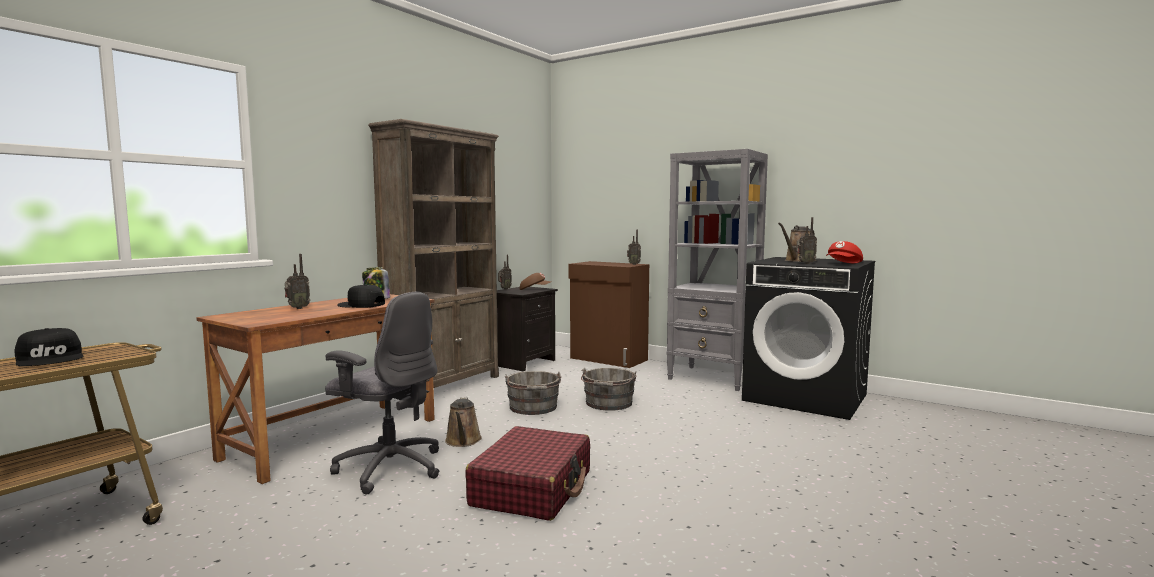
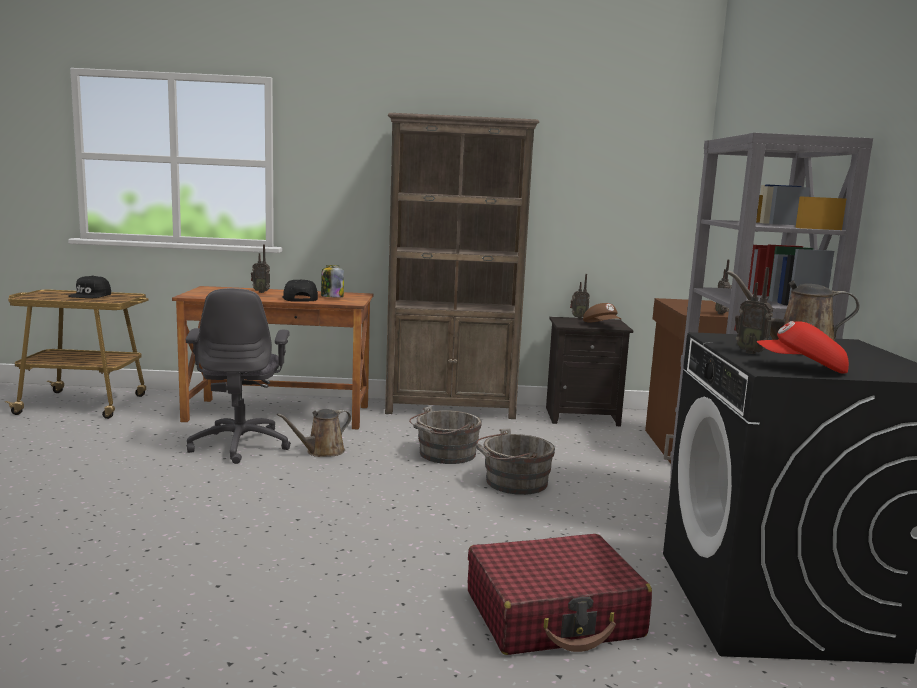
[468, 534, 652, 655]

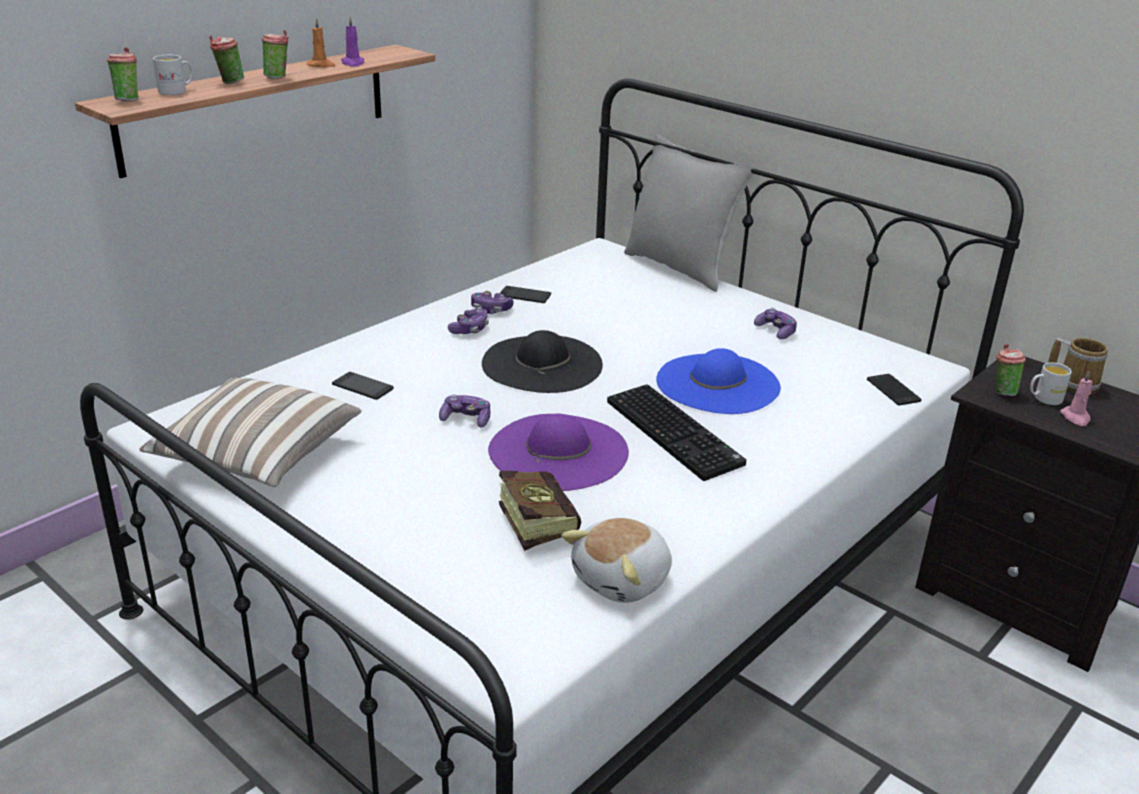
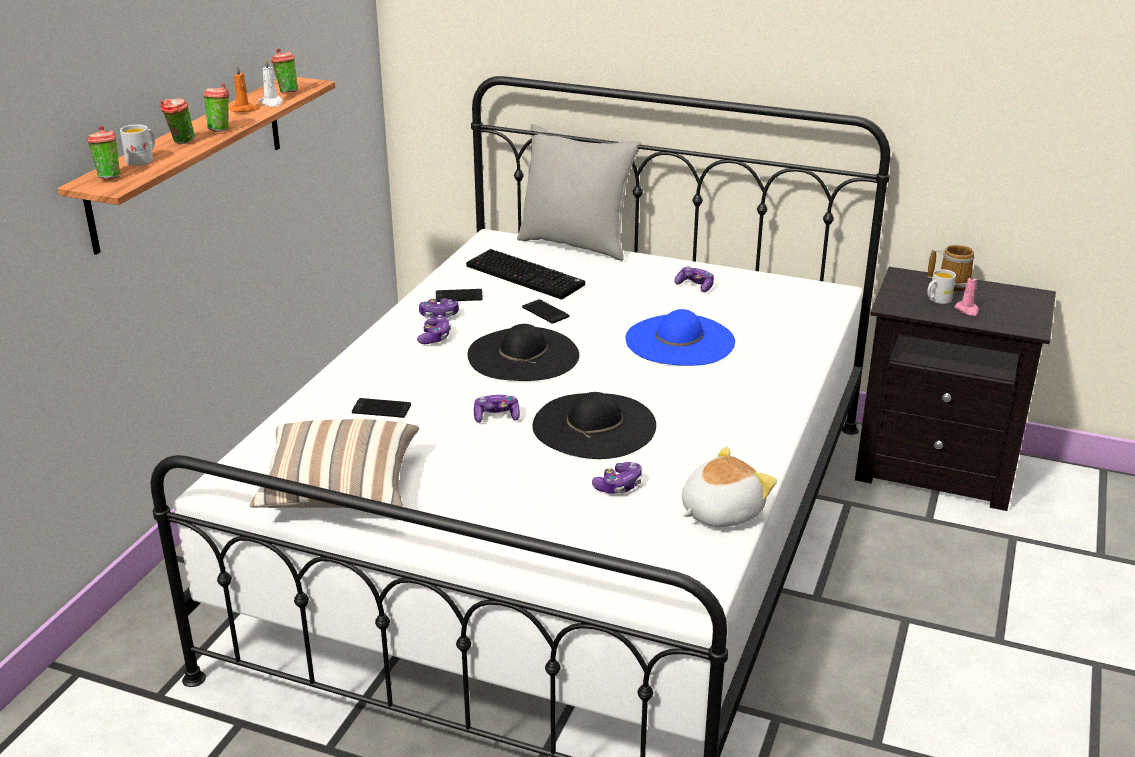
[258, 59, 283, 107]
[271, 48, 298, 93]
[466, 249, 585, 300]
[522, 299, 569, 324]
[532, 392, 656, 459]
[592, 462, 642, 494]
[682, 447, 777, 527]

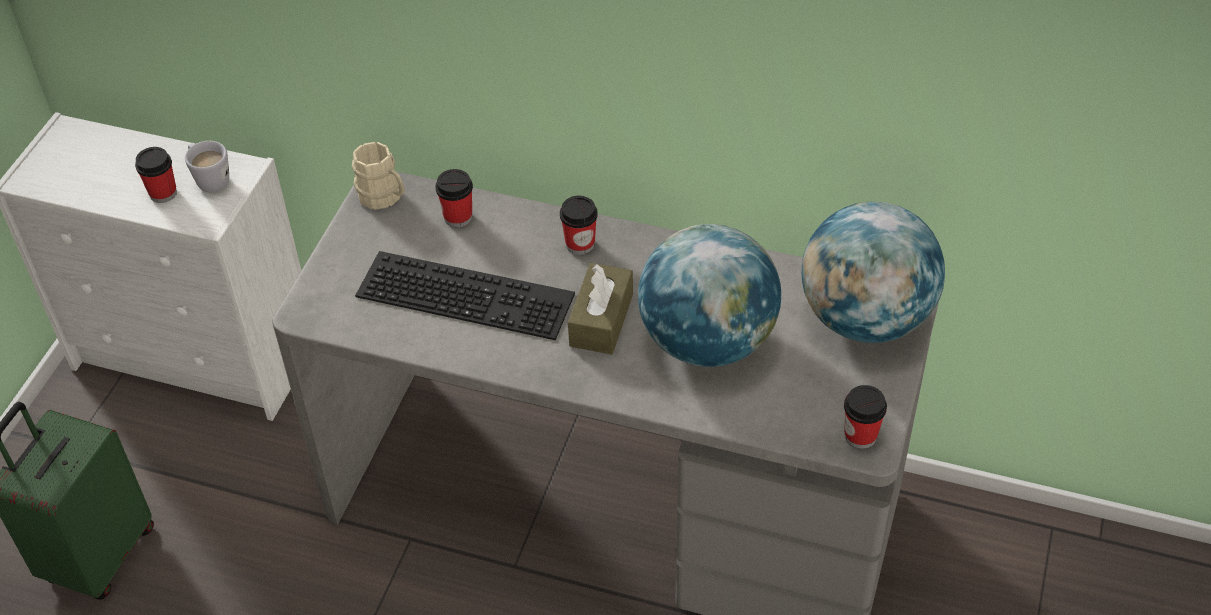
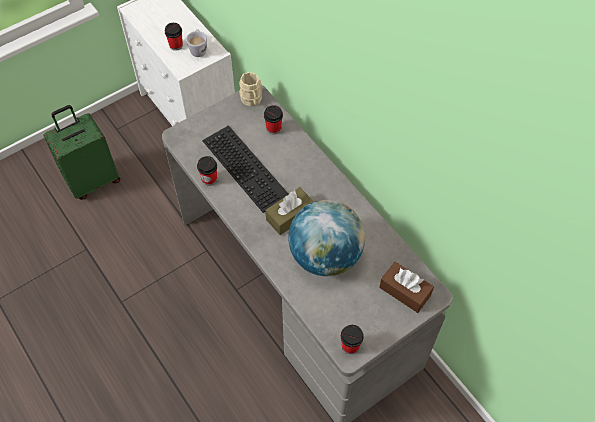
[197, 156, 217, 186]
[380, 262, 434, 313]

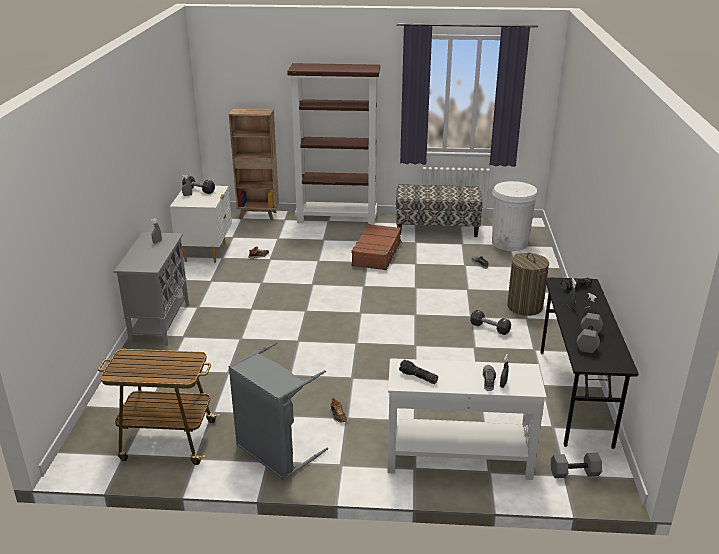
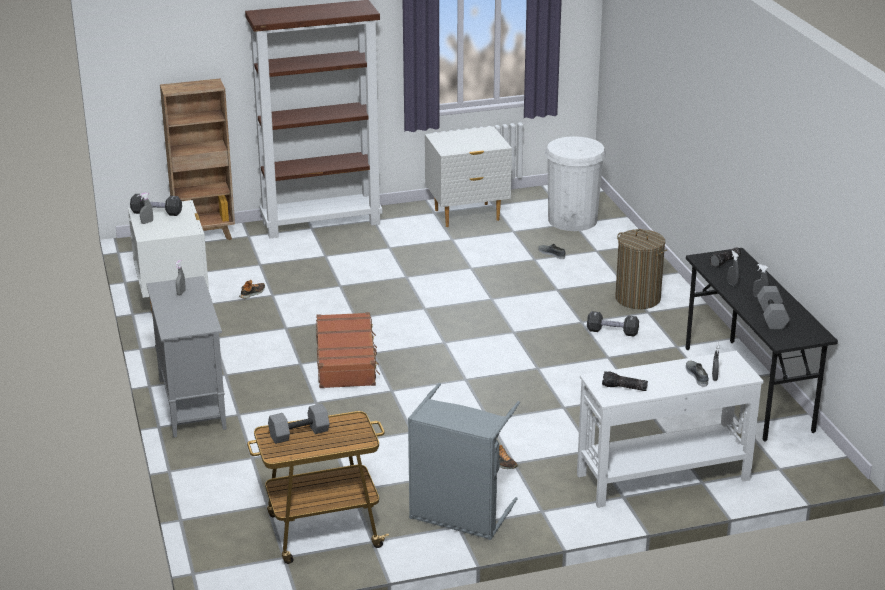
[268, 403, 330, 444]
[316, 312, 380, 388]
[425, 126, 512, 227]

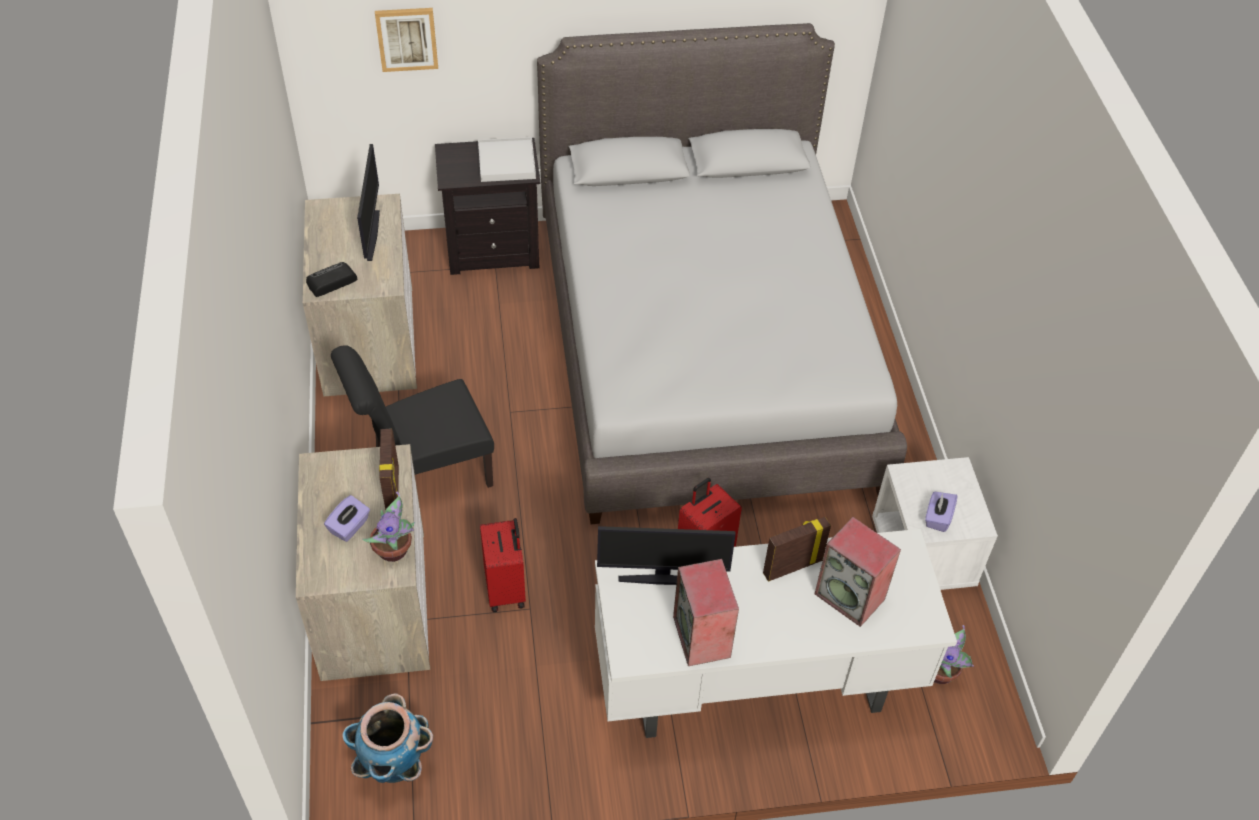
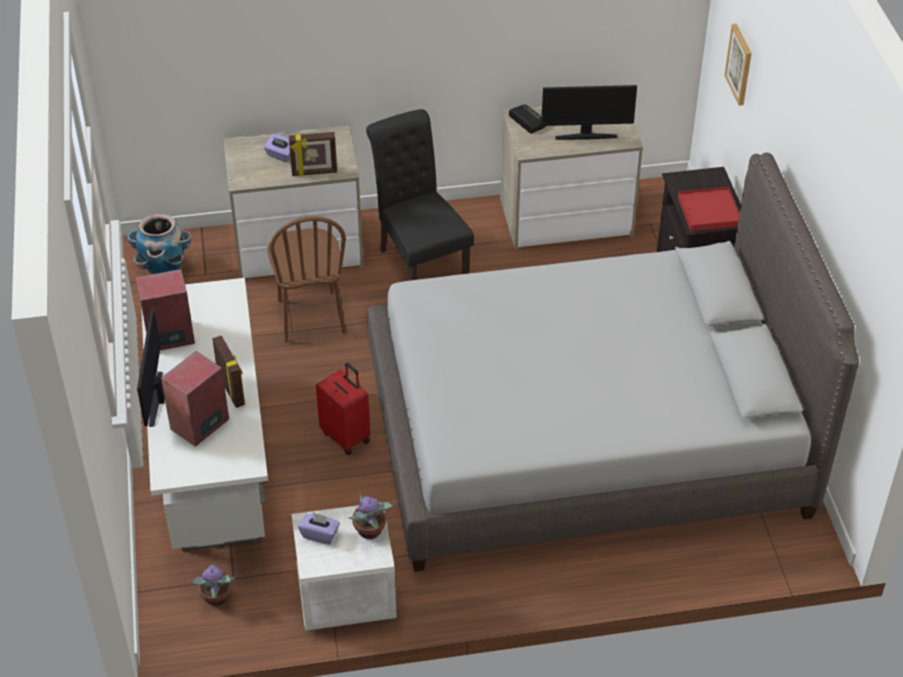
[137, 309, 165, 427]
[267, 216, 346, 343]
[348, 494, 395, 539]
[678, 187, 740, 231]

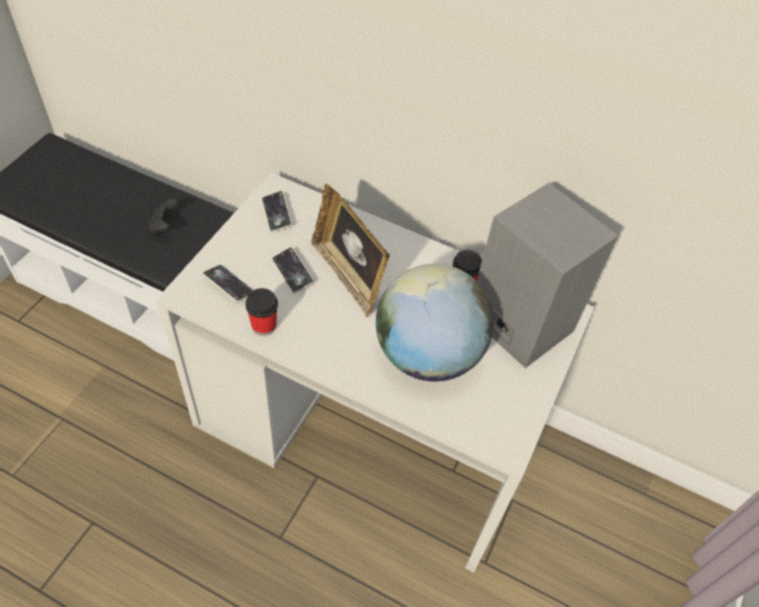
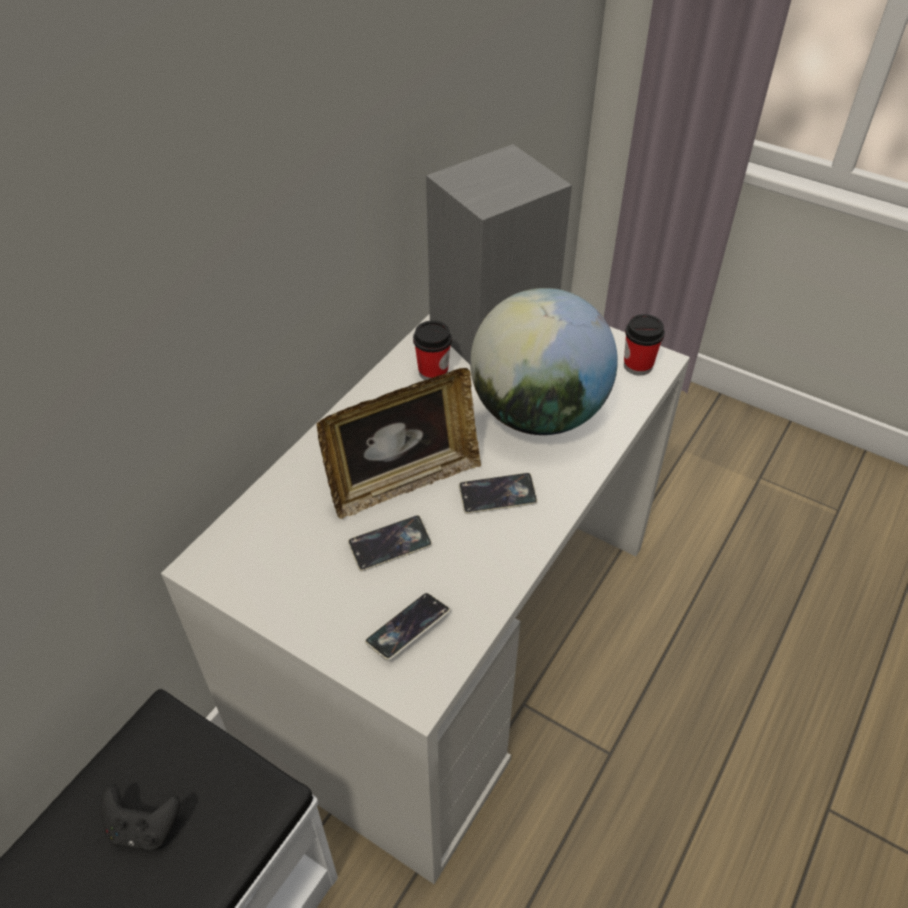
[459, 472, 538, 514]
[624, 314, 665, 376]

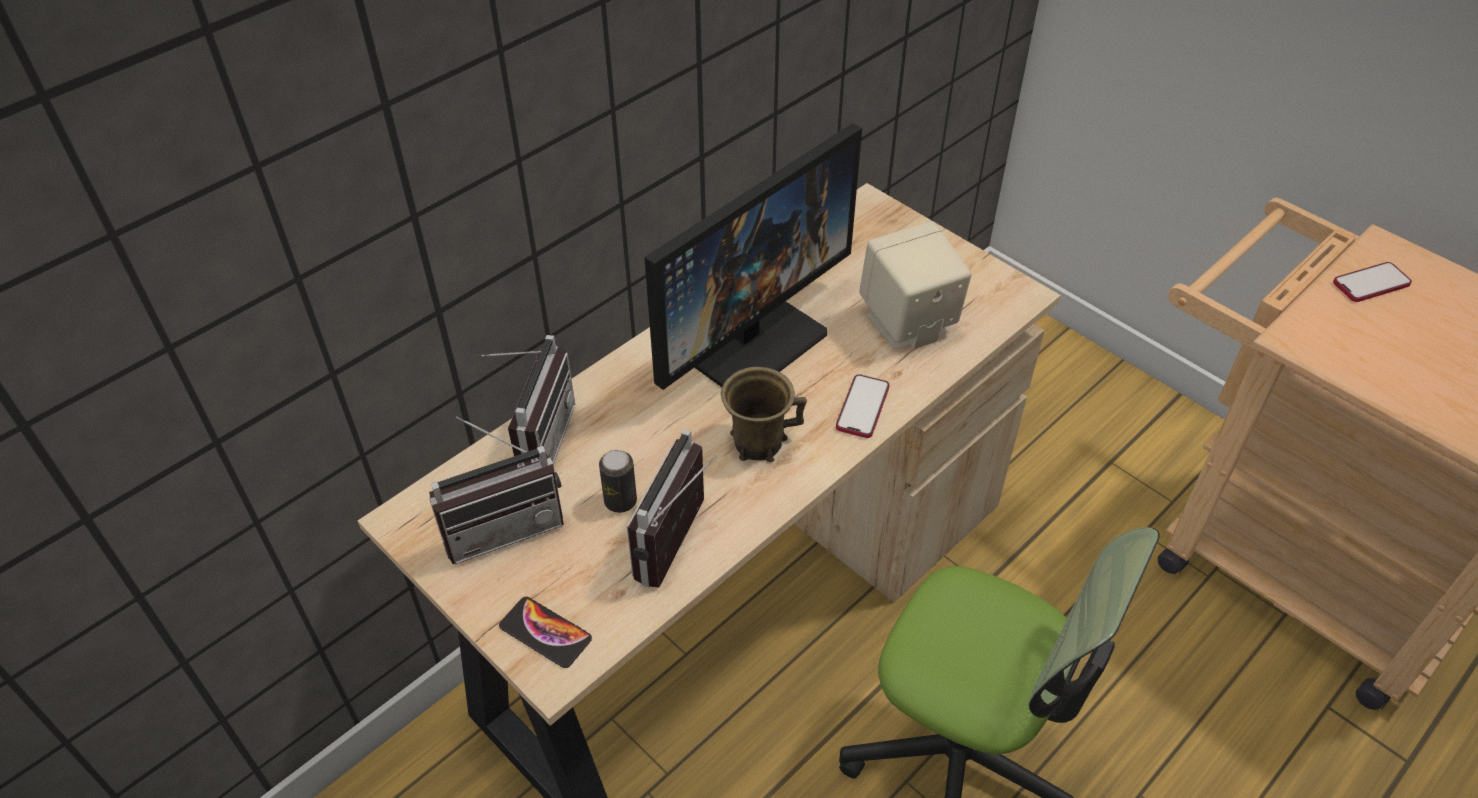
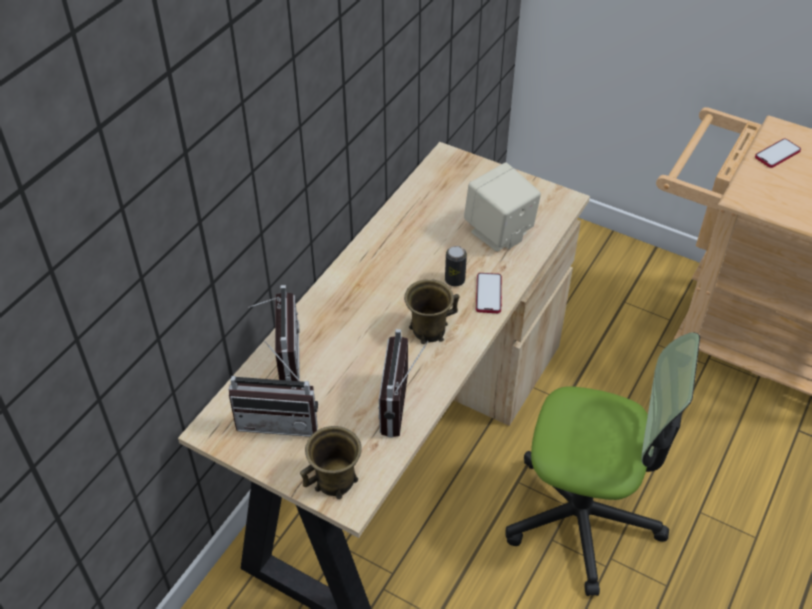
[229, 341, 318, 437]
[300, 426, 362, 499]
[445, 246, 467, 287]
[644, 123, 862, 390] (first image)

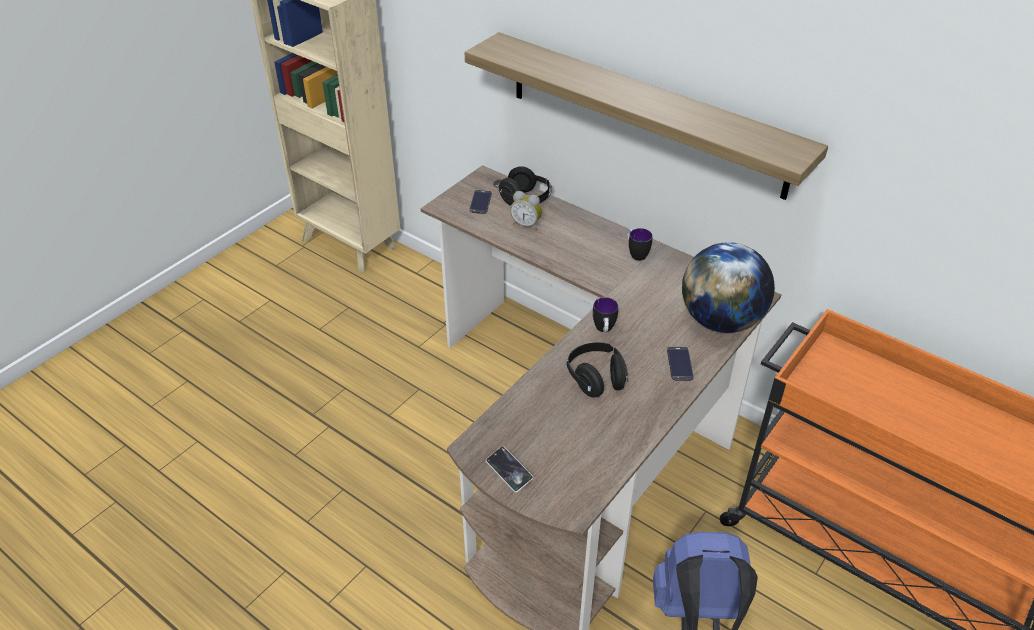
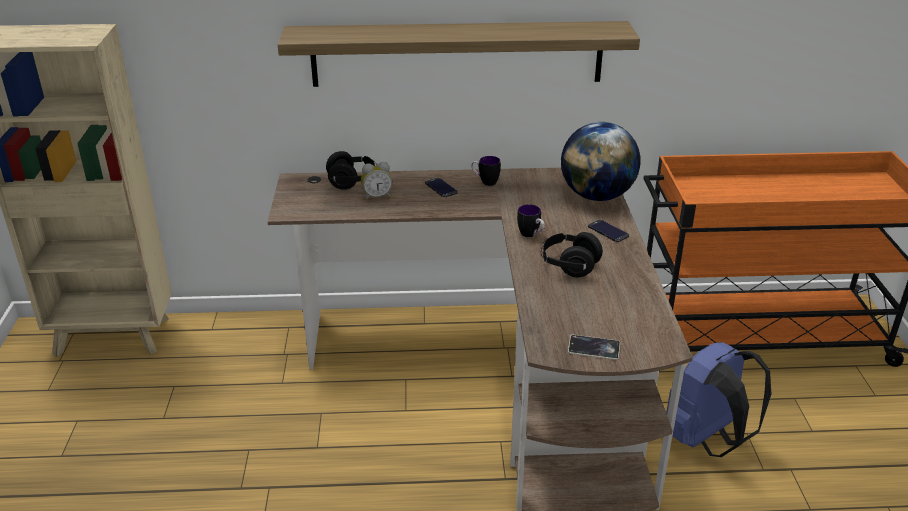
[425, 177, 458, 197]

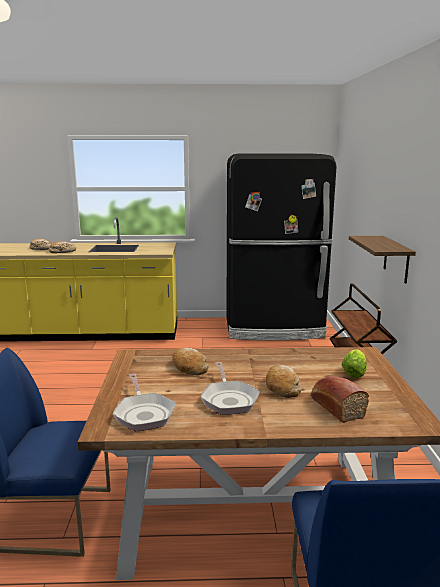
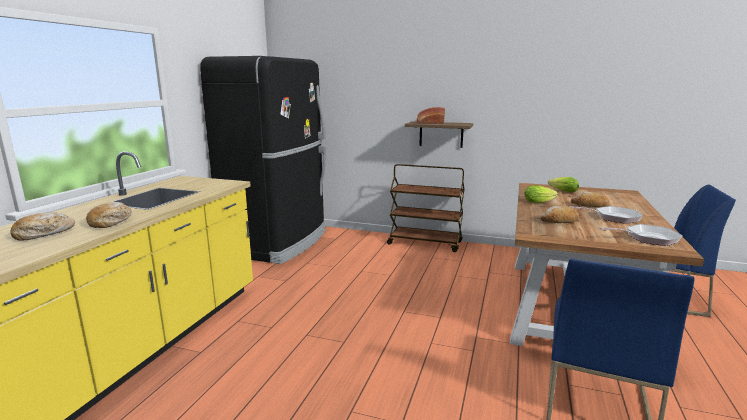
[417, 107, 445, 124]
[524, 185, 558, 203]

